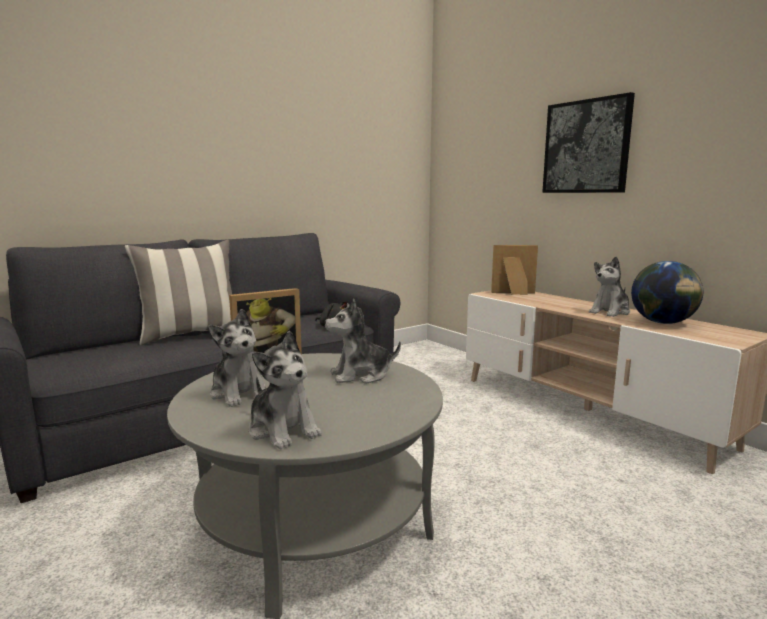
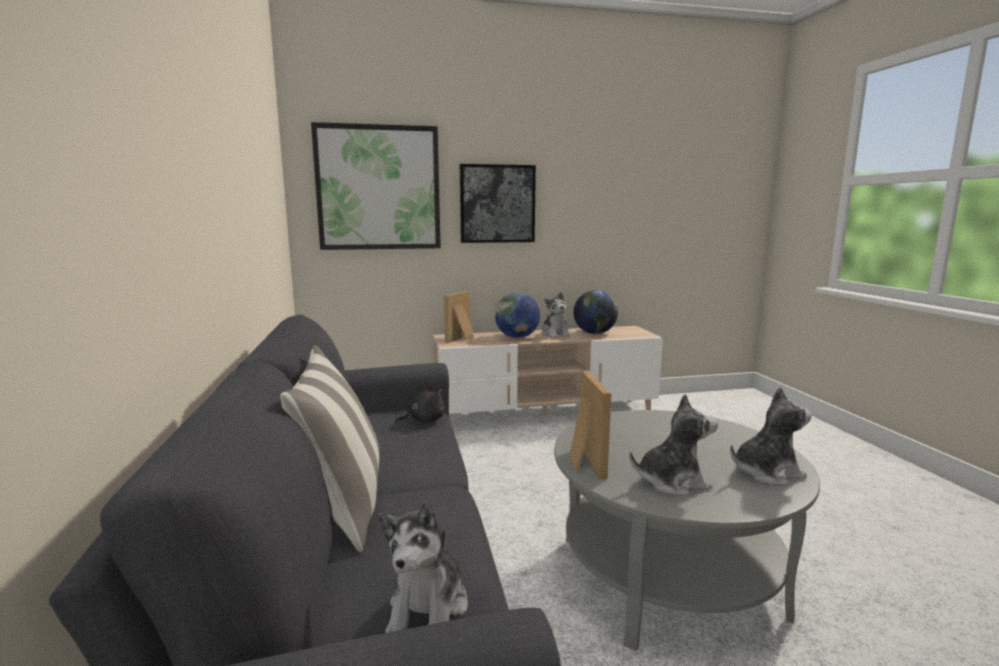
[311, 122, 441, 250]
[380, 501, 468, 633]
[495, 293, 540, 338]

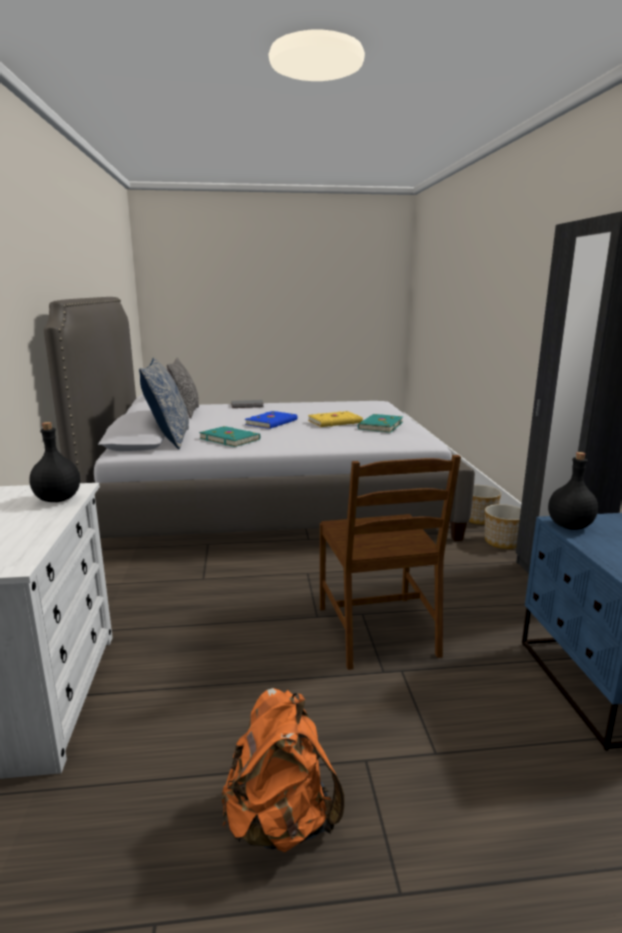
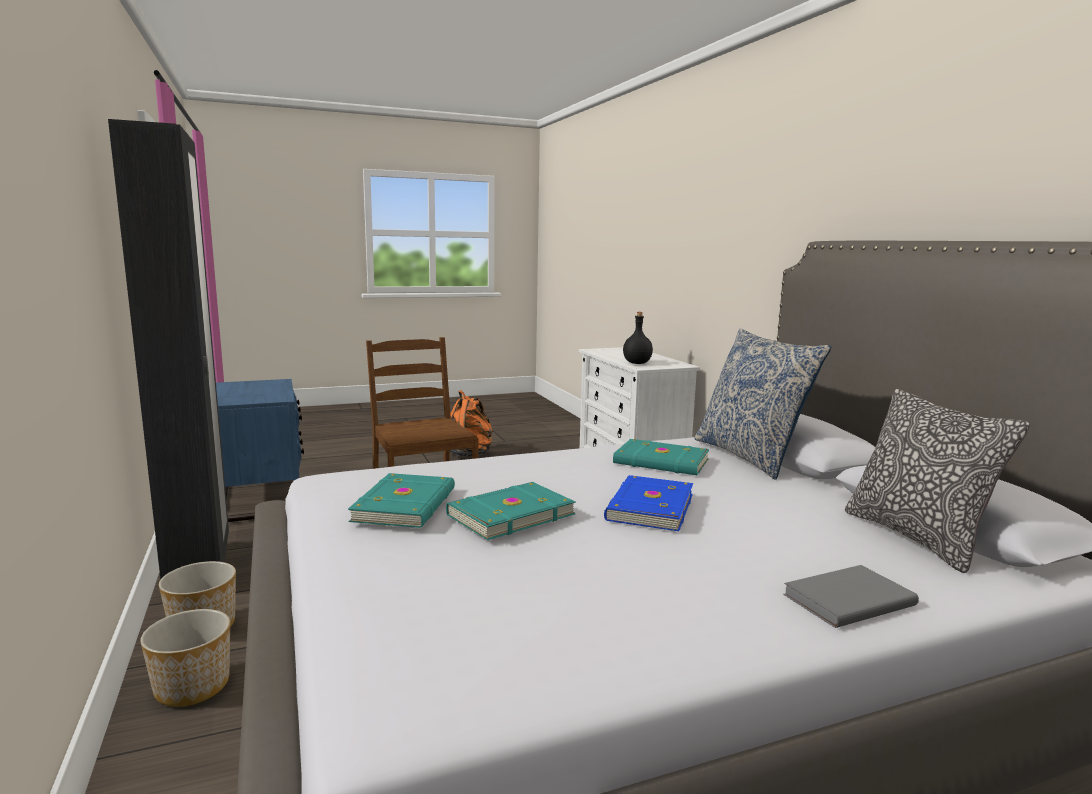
[446, 482, 575, 540]
[548, 452, 598, 530] (first image)

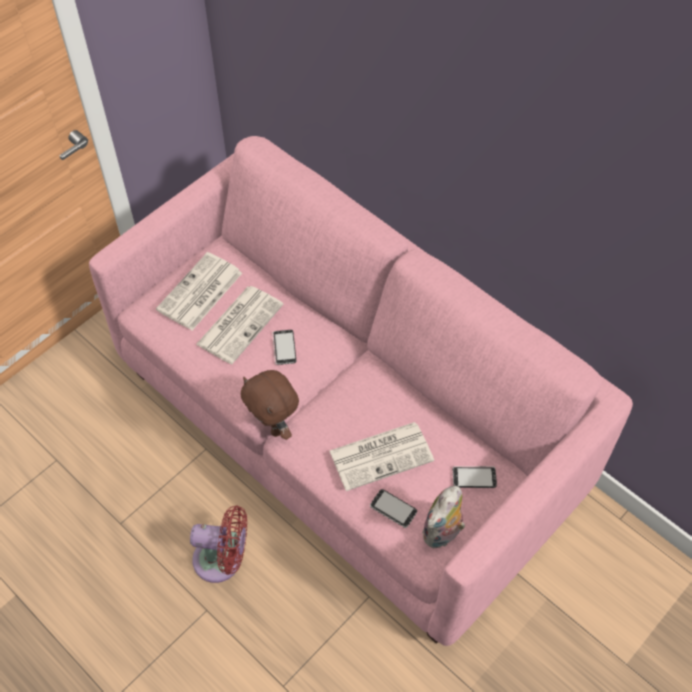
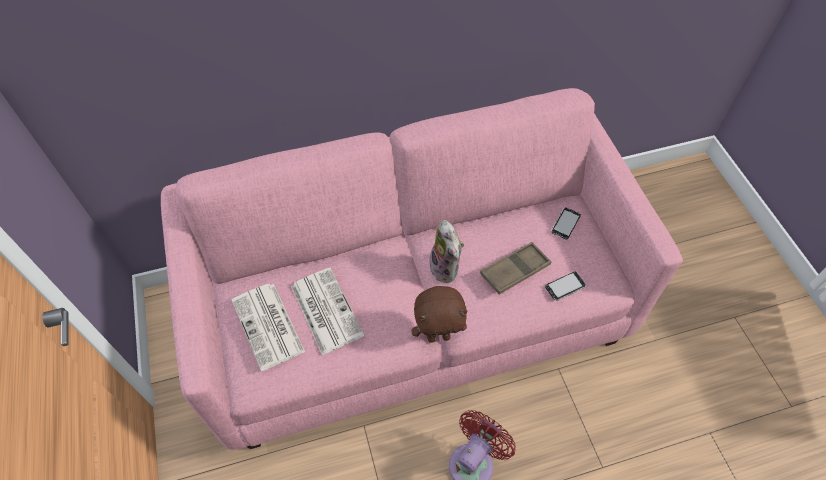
[429, 220, 464, 283]
[480, 242, 551, 294]
[272, 330, 296, 365] (first image)

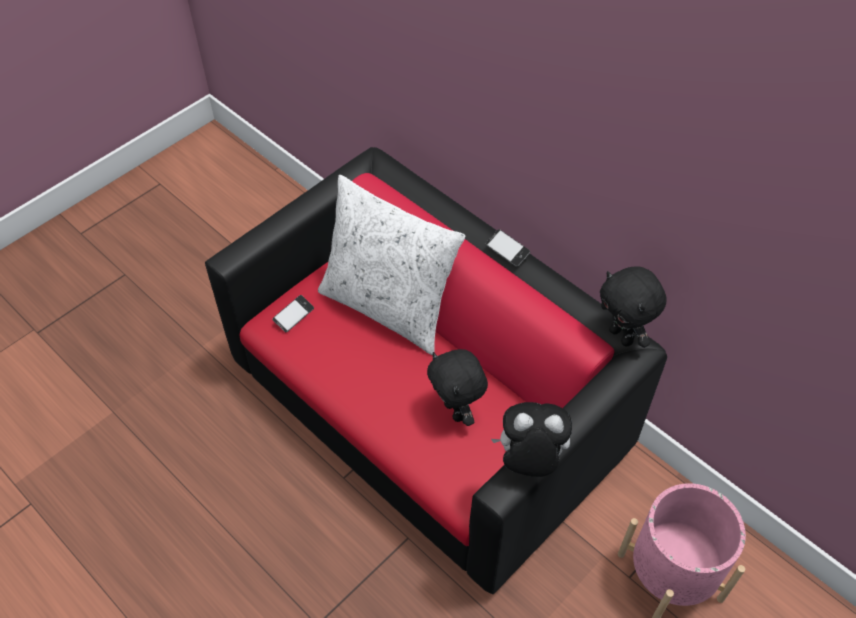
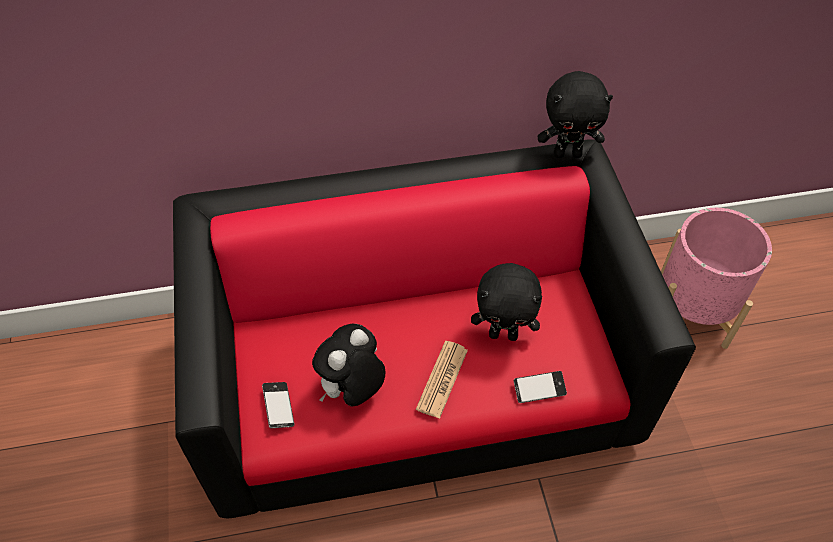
[312, 324, 385, 406]
[416, 341, 468, 419]
[513, 371, 567, 403]
[318, 175, 465, 355] (first image)

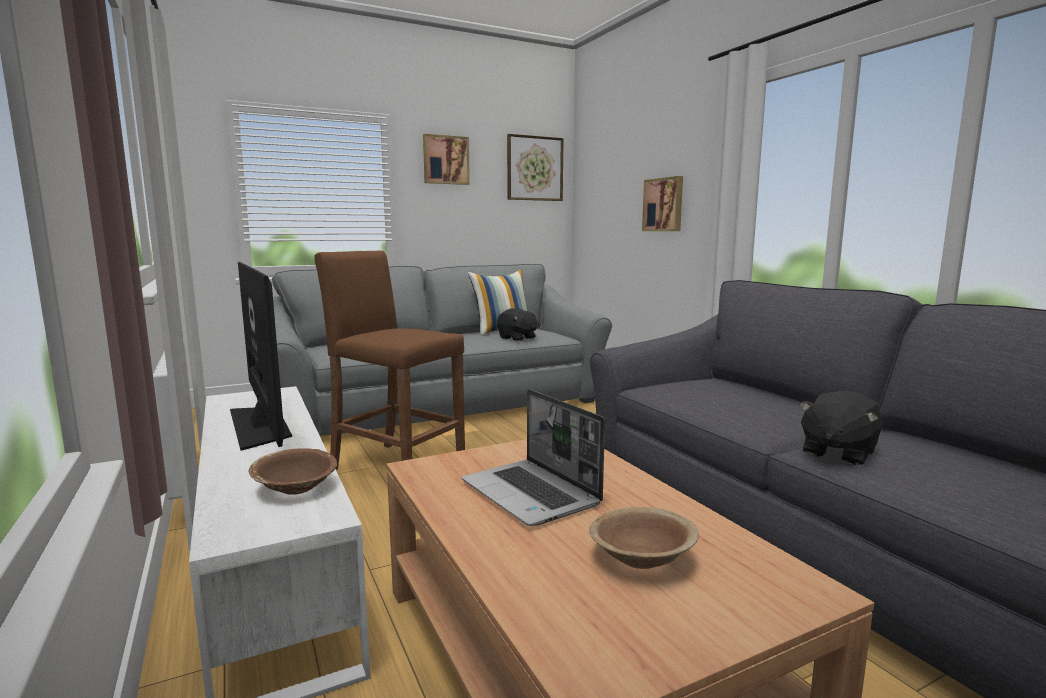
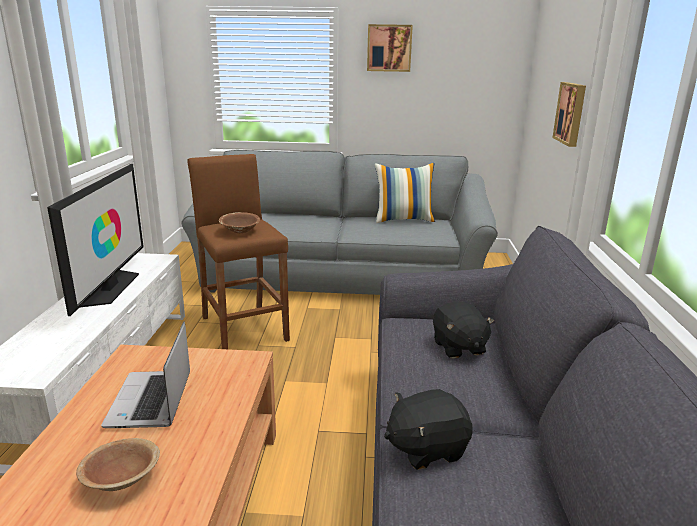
[219, 212, 260, 233]
[433, 301, 494, 359]
[507, 134, 564, 201] (first image)

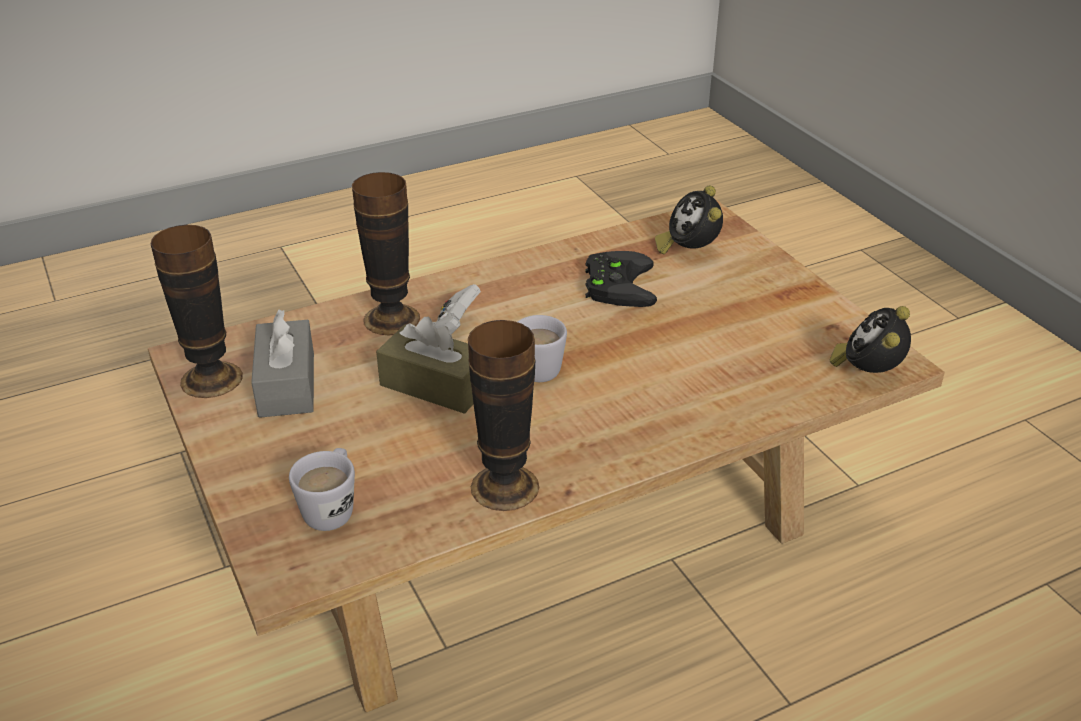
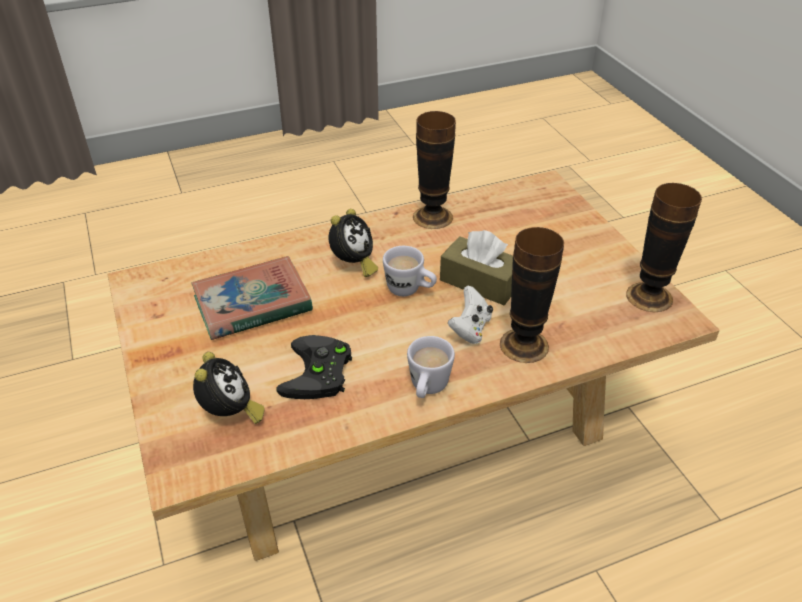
[191, 256, 313, 340]
[328, 209, 378, 277]
[407, 336, 455, 398]
[251, 309, 314, 418] (first image)

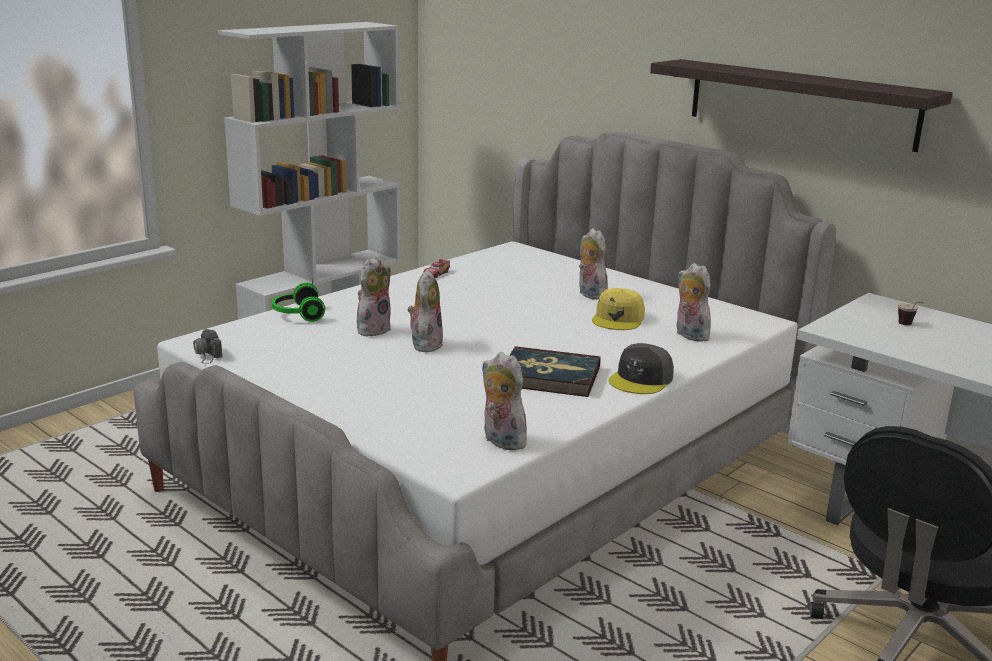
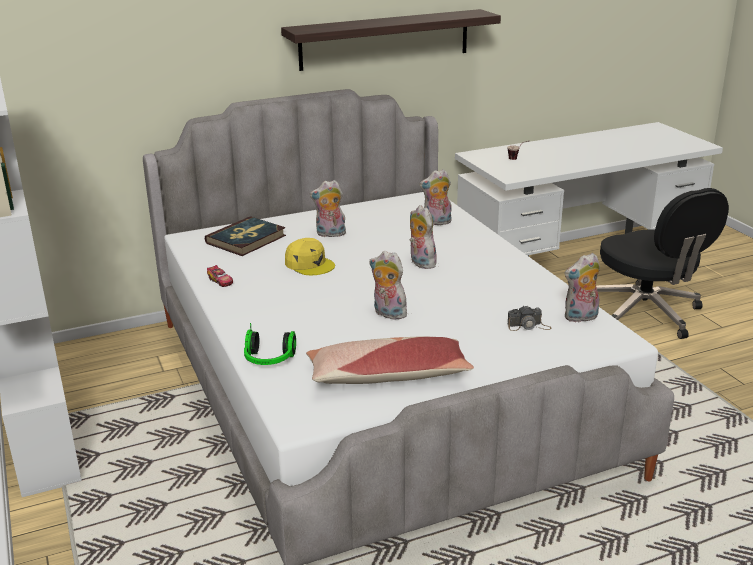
[205, 216, 286, 256]
[285, 238, 335, 275]
[306, 336, 474, 384]
[410, 205, 437, 269]
[507, 305, 552, 331]
[609, 343, 674, 394] (first image)

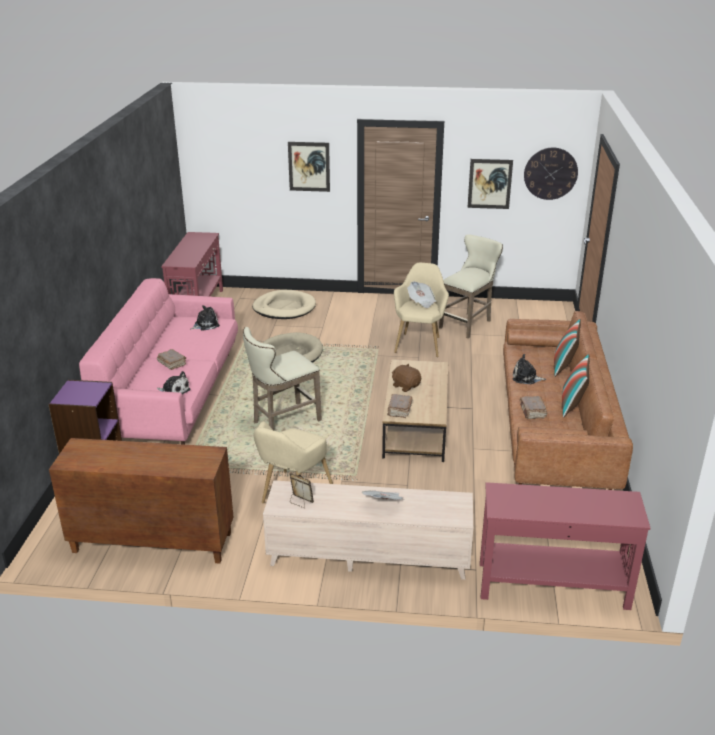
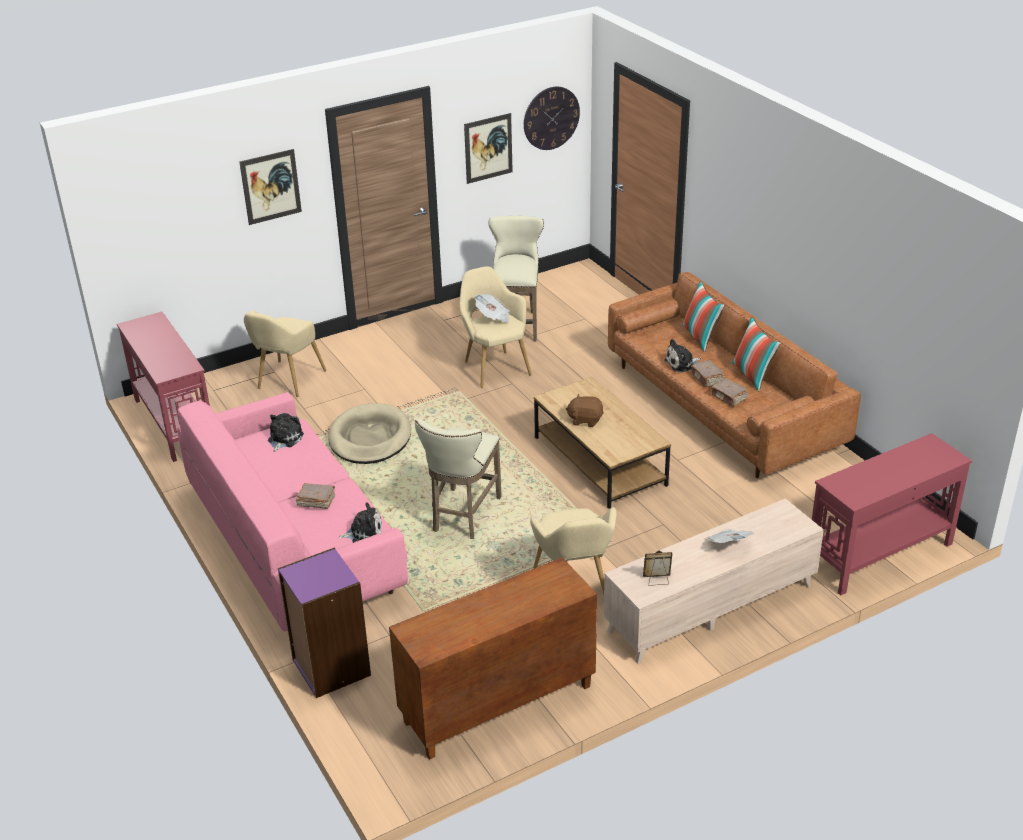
[244, 310, 327, 397]
[691, 360, 725, 387]

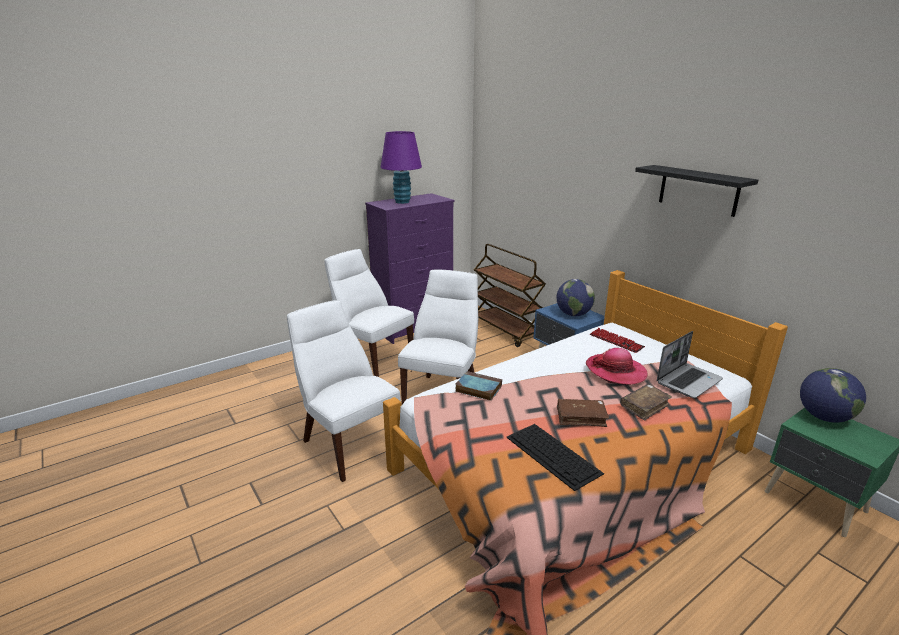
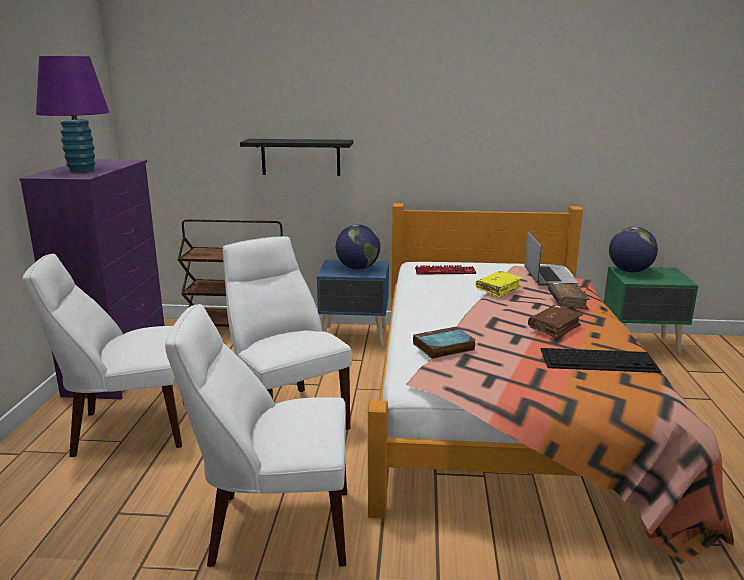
[240, 139, 353, 176]
[476, 271, 522, 297]

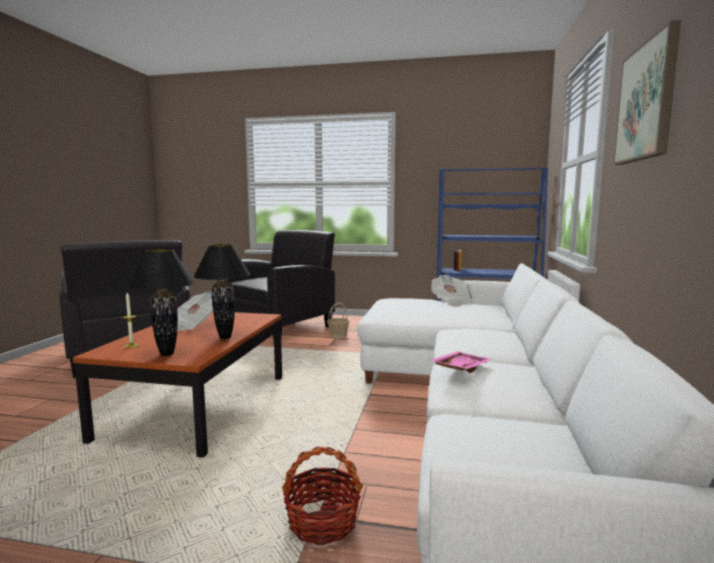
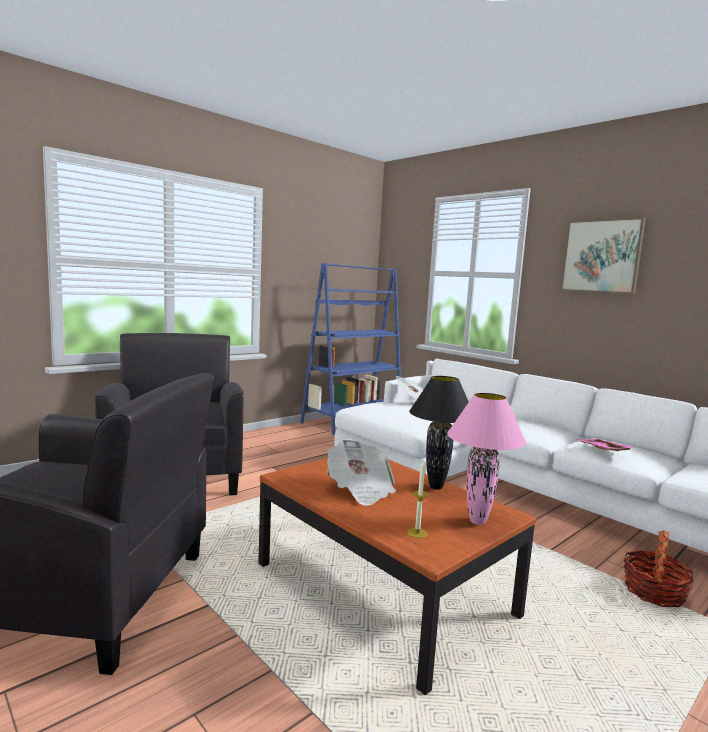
[447, 393, 526, 525]
[327, 303, 350, 338] (first image)

